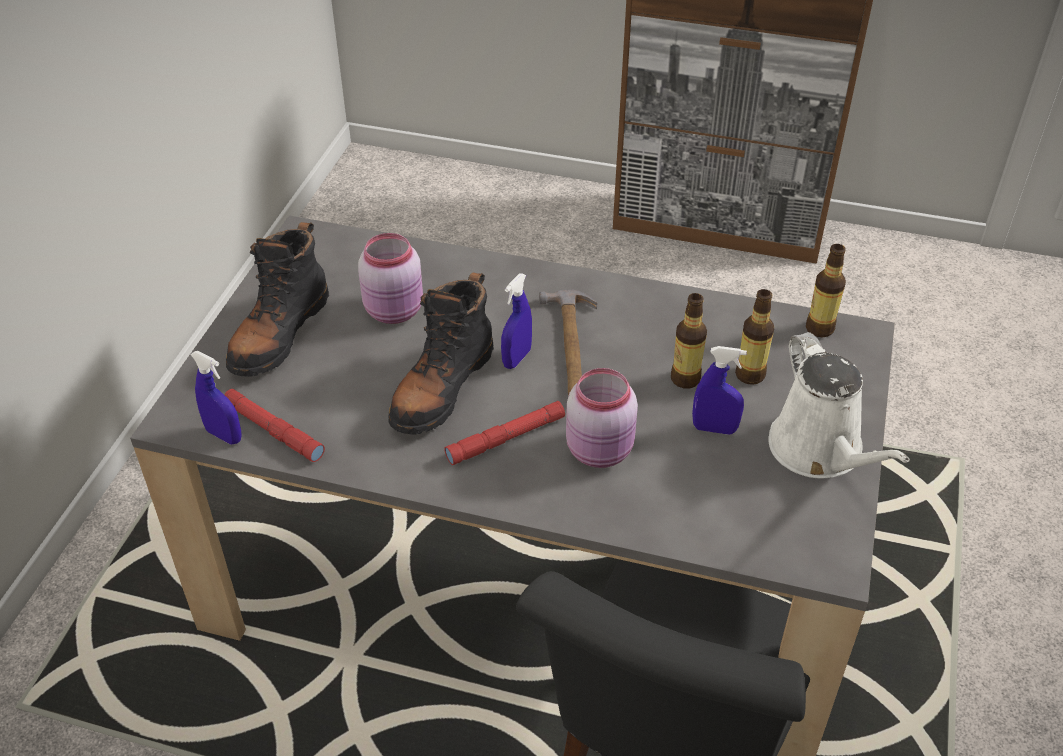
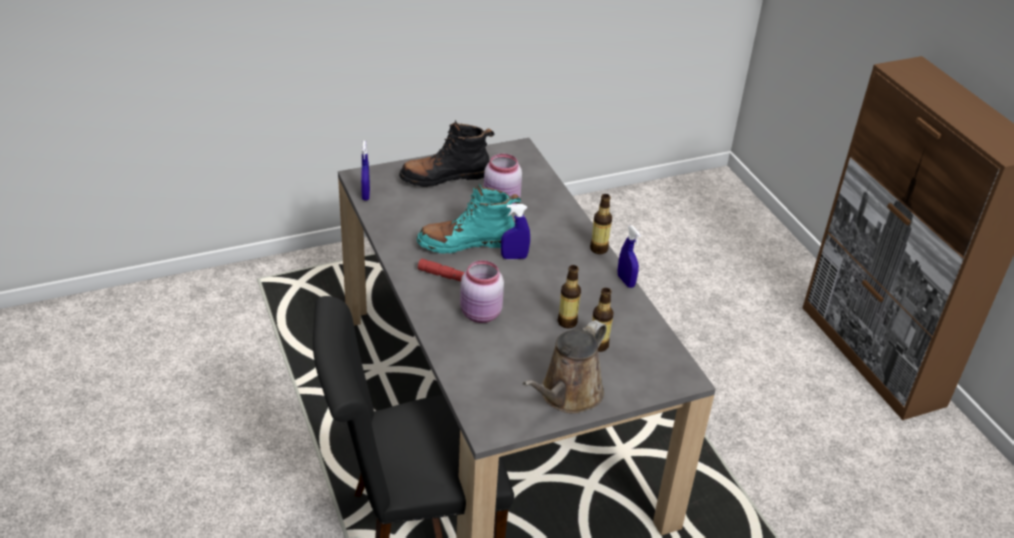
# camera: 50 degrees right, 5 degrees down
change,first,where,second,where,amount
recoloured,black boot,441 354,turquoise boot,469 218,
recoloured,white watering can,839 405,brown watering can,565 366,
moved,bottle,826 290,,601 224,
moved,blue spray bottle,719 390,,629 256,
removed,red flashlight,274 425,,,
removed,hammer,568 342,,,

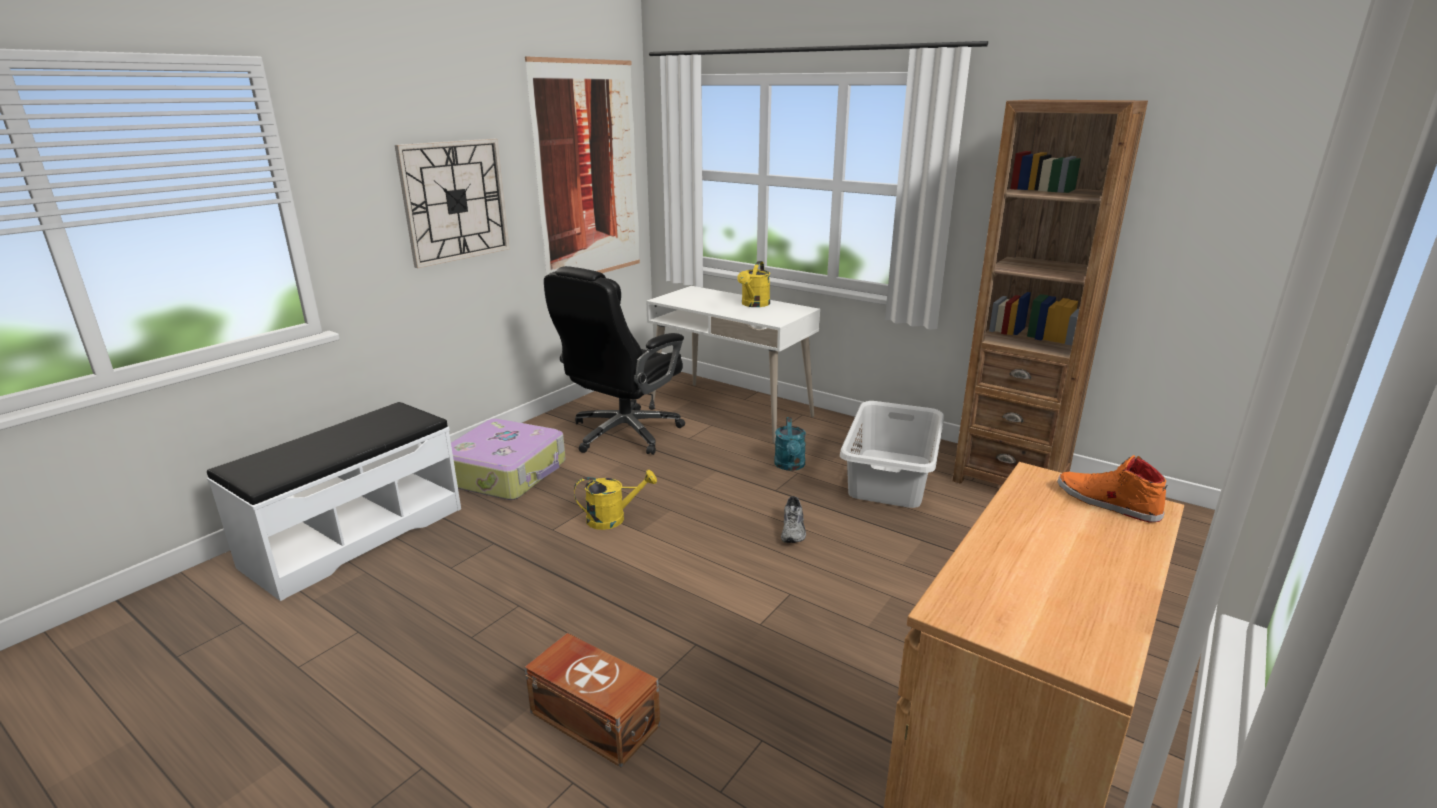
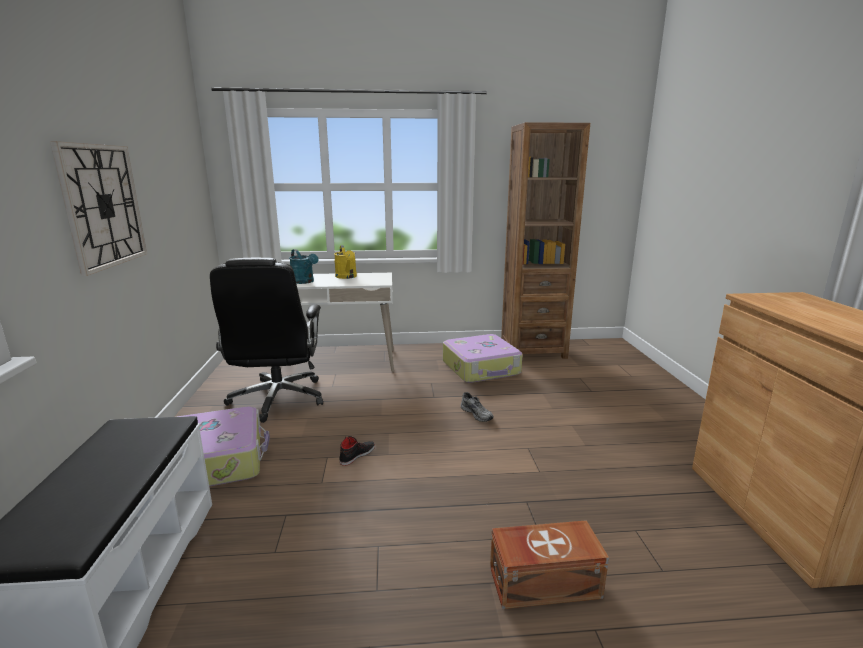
# camera: 40 degrees left, 5 degrees down
change,first,where,second,where,amount
moved,turquoise watering can,790 444,,303 266,
replaced,yellow watering can,615 500,black shoe,357 451,
replaced,grey laundry basket,892 454,suitcase,483 358,
removed,picture,582 166,,,
removed,orange shoe,1112 489,,,

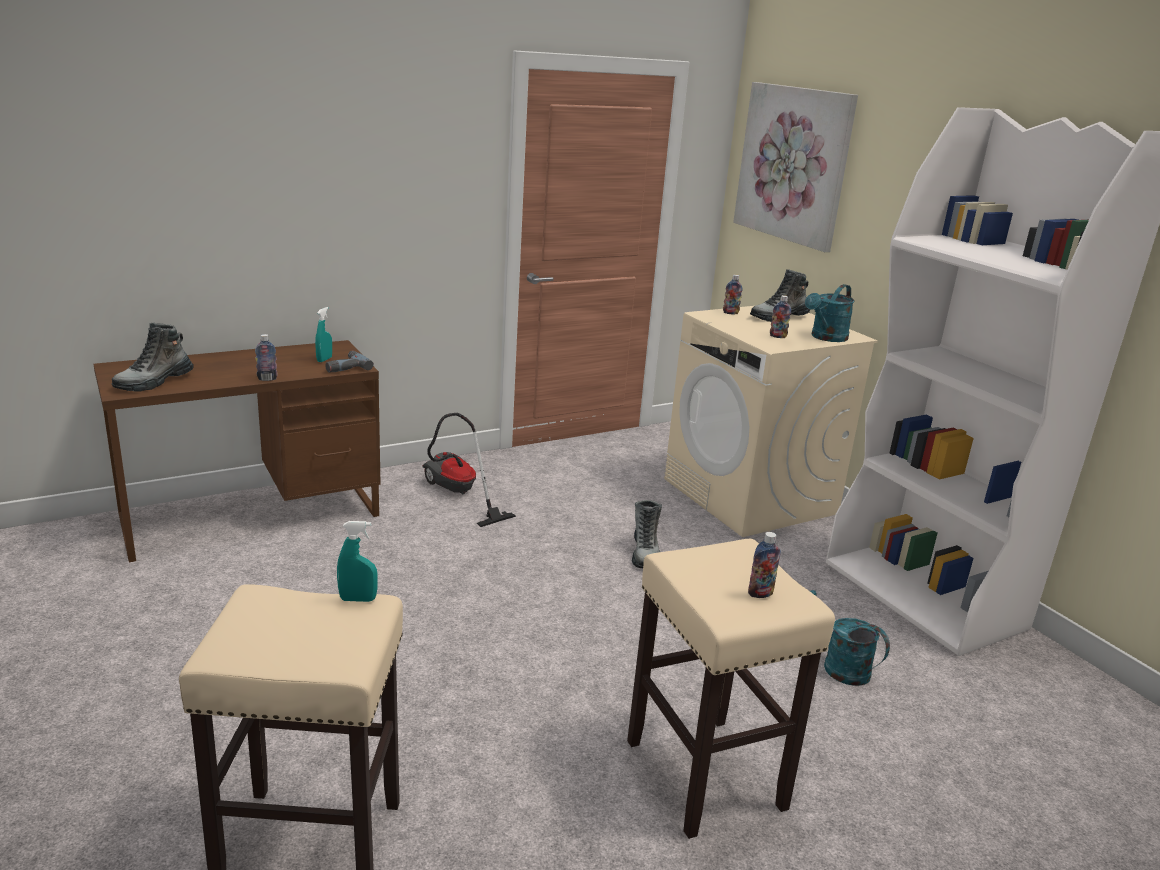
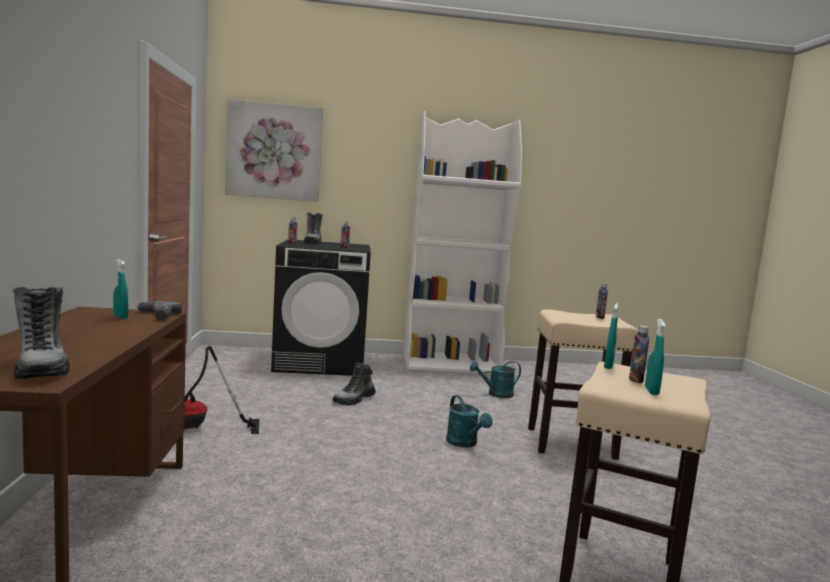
# camera: 65 degrees left, 15 degrees down
change,first,where,second,where,amount
recoloured,beige washing machine,771 421,black washing machine,321 307,
turned,boot,647 534,,354 384,105 degrees clockwise
moved,turquoise watering can,830 313,,469 421,
moved,bottle,266 357,,639 354,
added,,,turquoise spray bottle,655 357,

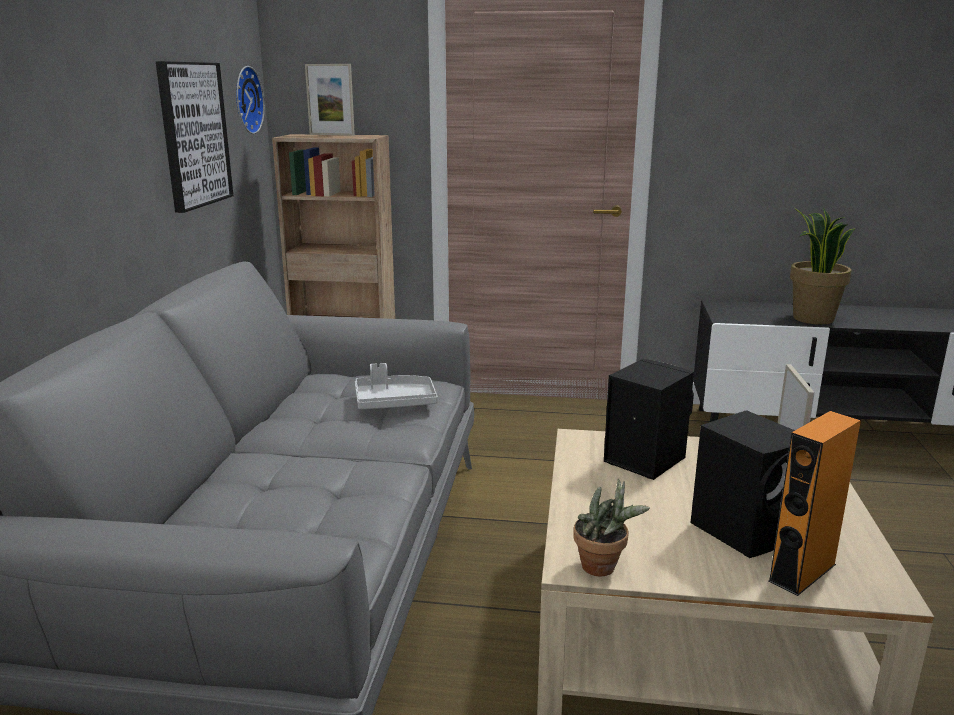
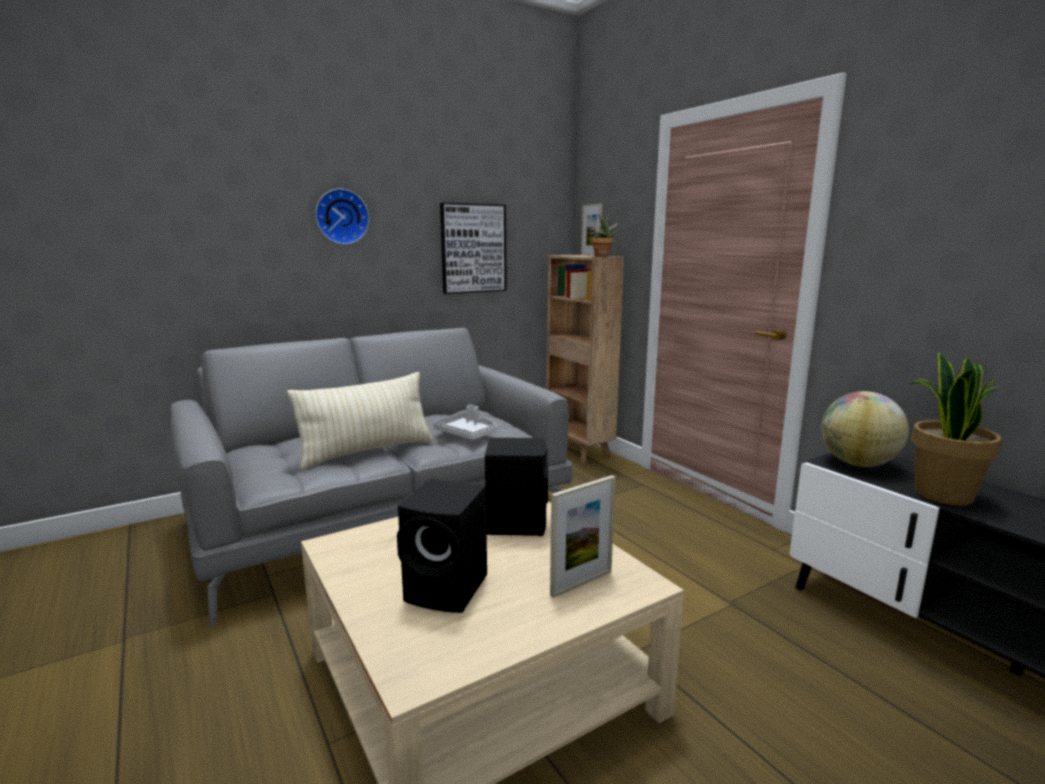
# camera: 50 degrees right, 5 degrees down
change,first,where,second,where,amount
added,,,beige pillow,360 421,
moved,wall clock,250 100,,342 216,
moved,potted plant,611 528,,604 235,
added,,,globe,865 429,
removed,orange speaker,814 503,,,

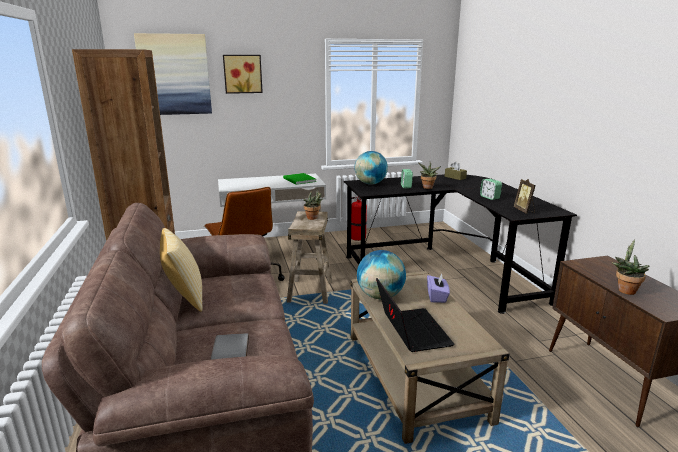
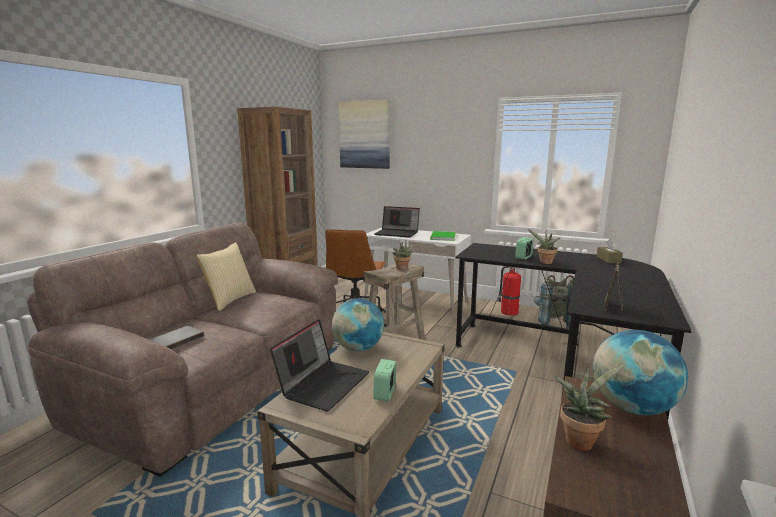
# camera: 40 degrees right, 5 degrees down
change,first,where,second,where,amount
moved,alarm clock,491 189,,384 380,
added,,,laptop,397 222,
added,,,grey backpack,554 302,
moved,globe,371 168,,640 372,
removed,picture,243 74,,,
removed,purple tissue box,438 288,,,

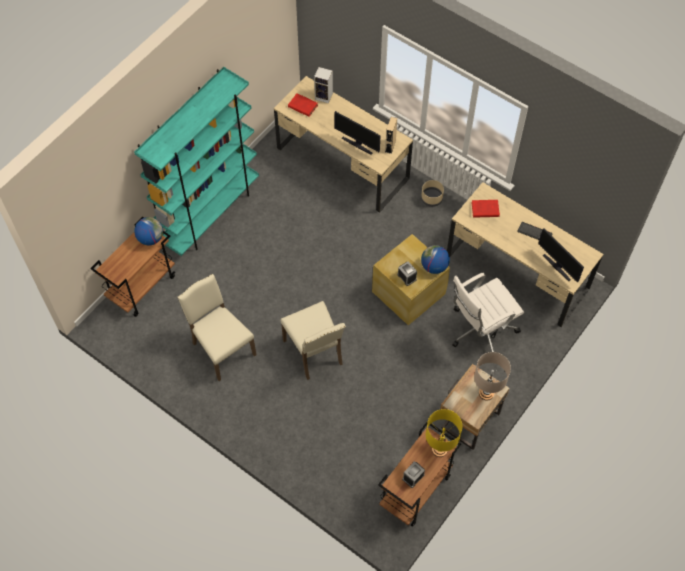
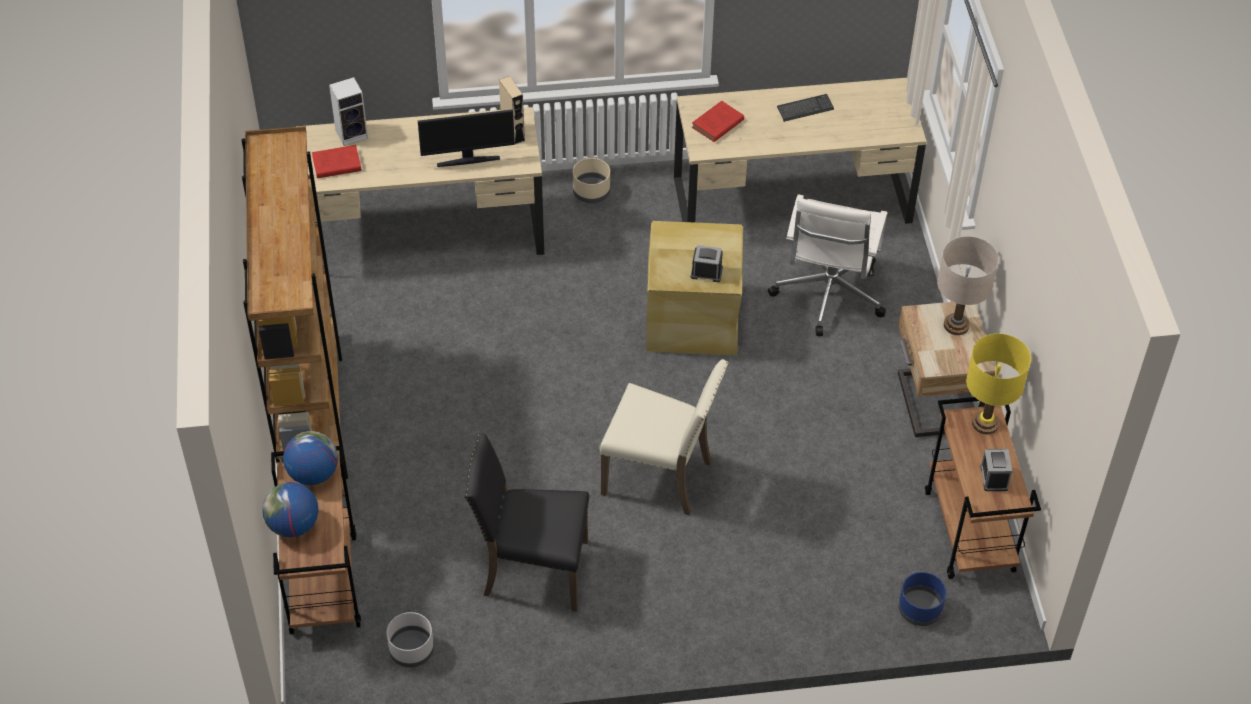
# camera: 45 degrees left, 10 degrees down
change,first,where,second,where,amount
recoloured,turquoise bookcase,196 161,brown bookcase,294 310,
moved,globe,435 259,,290 510,
added,,,grey planter,410 639,
recoloured,beige chair,217 327,black chair,527 522,
added,,,blue planter,922 599,
removed,monitor,561 255,,,

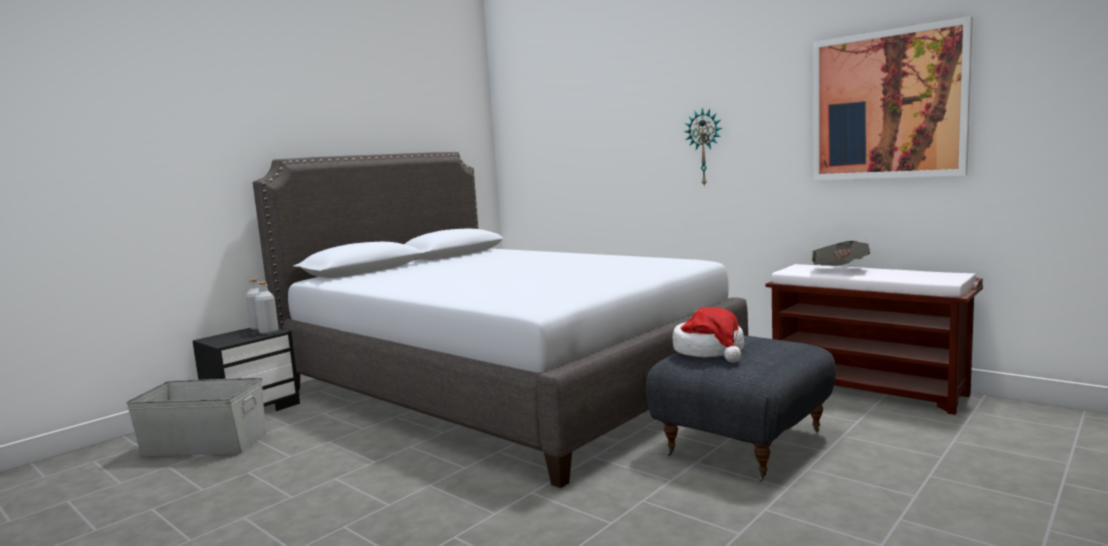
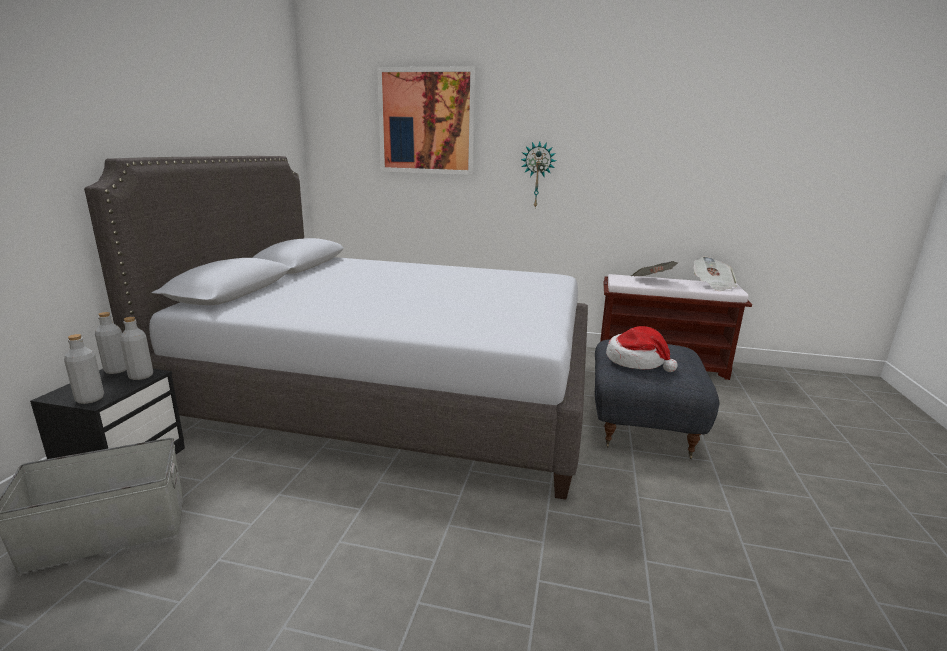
# camera: 30 degrees left, 10 degrees up
change,first,where,second,where,amount
added,,,grey bottle,84 369,
moved,picture,893 98,,426 120,
added,,,newspaper,715 273,

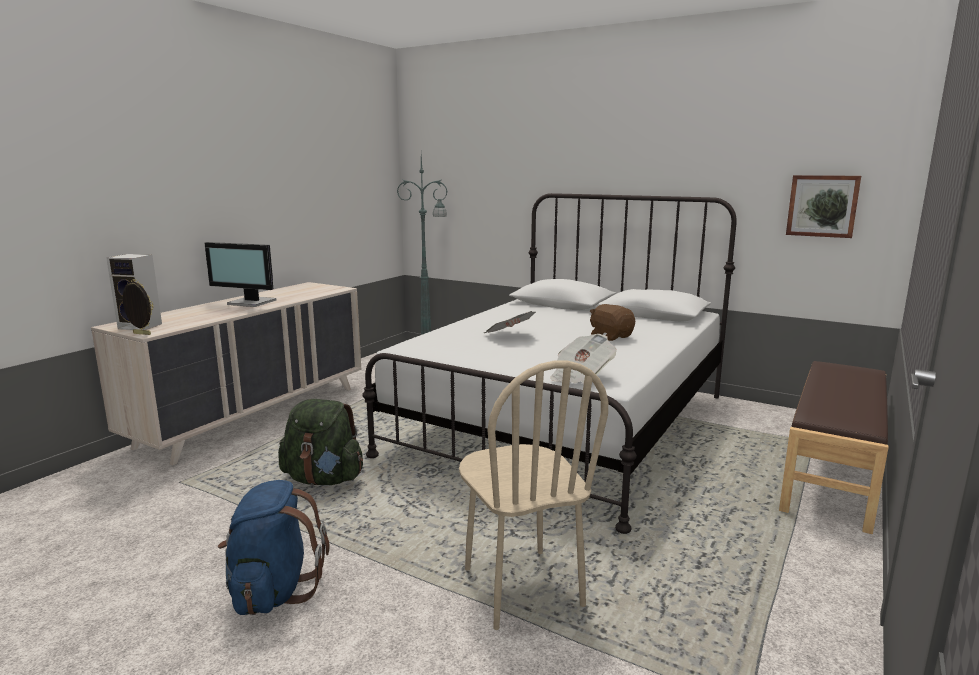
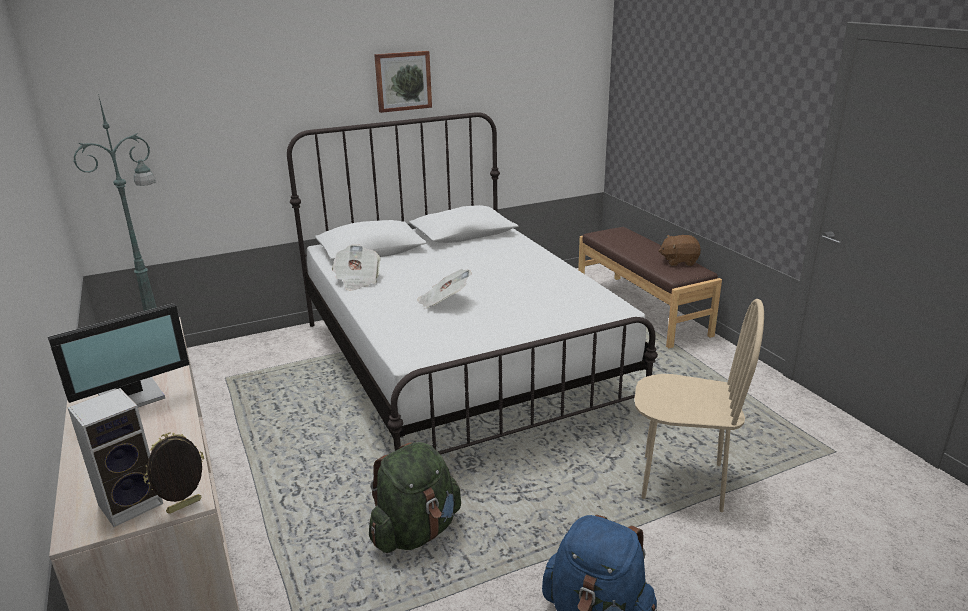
# camera: 55 degrees left, 10 degrees up
change,first,where,second,where,amount
moved,newspaper,583 358,,356 267,
moved,picture,823 206,,403 82,
moved,brown plush toy,612 322,,679 250,

